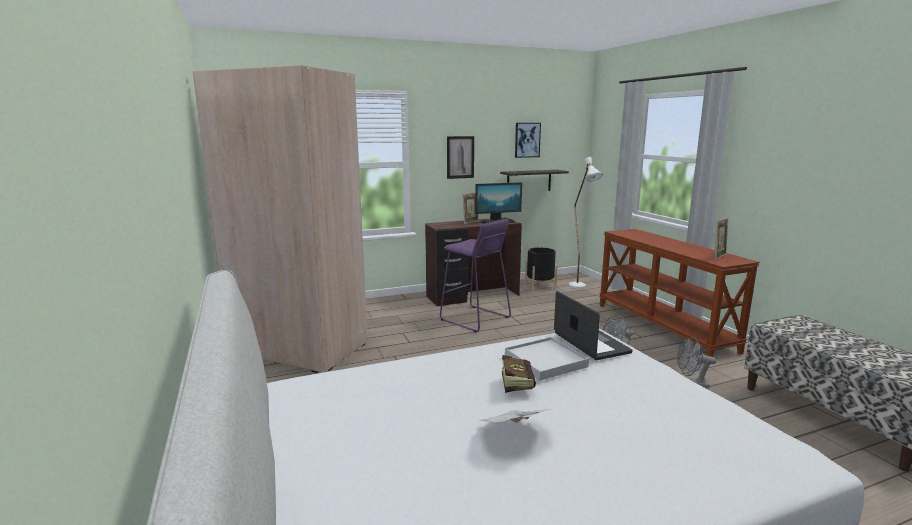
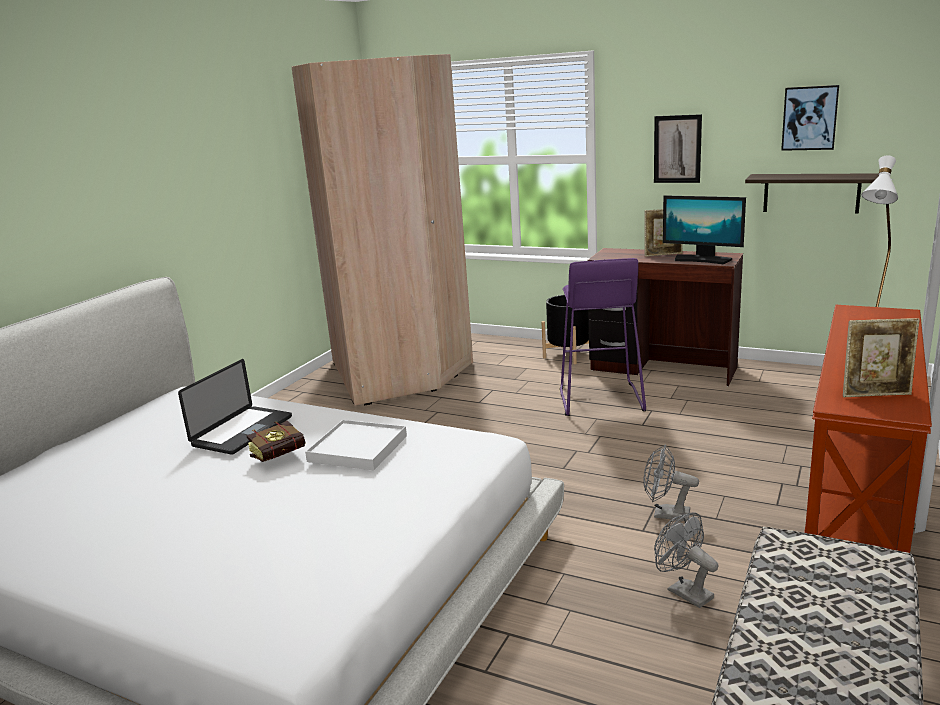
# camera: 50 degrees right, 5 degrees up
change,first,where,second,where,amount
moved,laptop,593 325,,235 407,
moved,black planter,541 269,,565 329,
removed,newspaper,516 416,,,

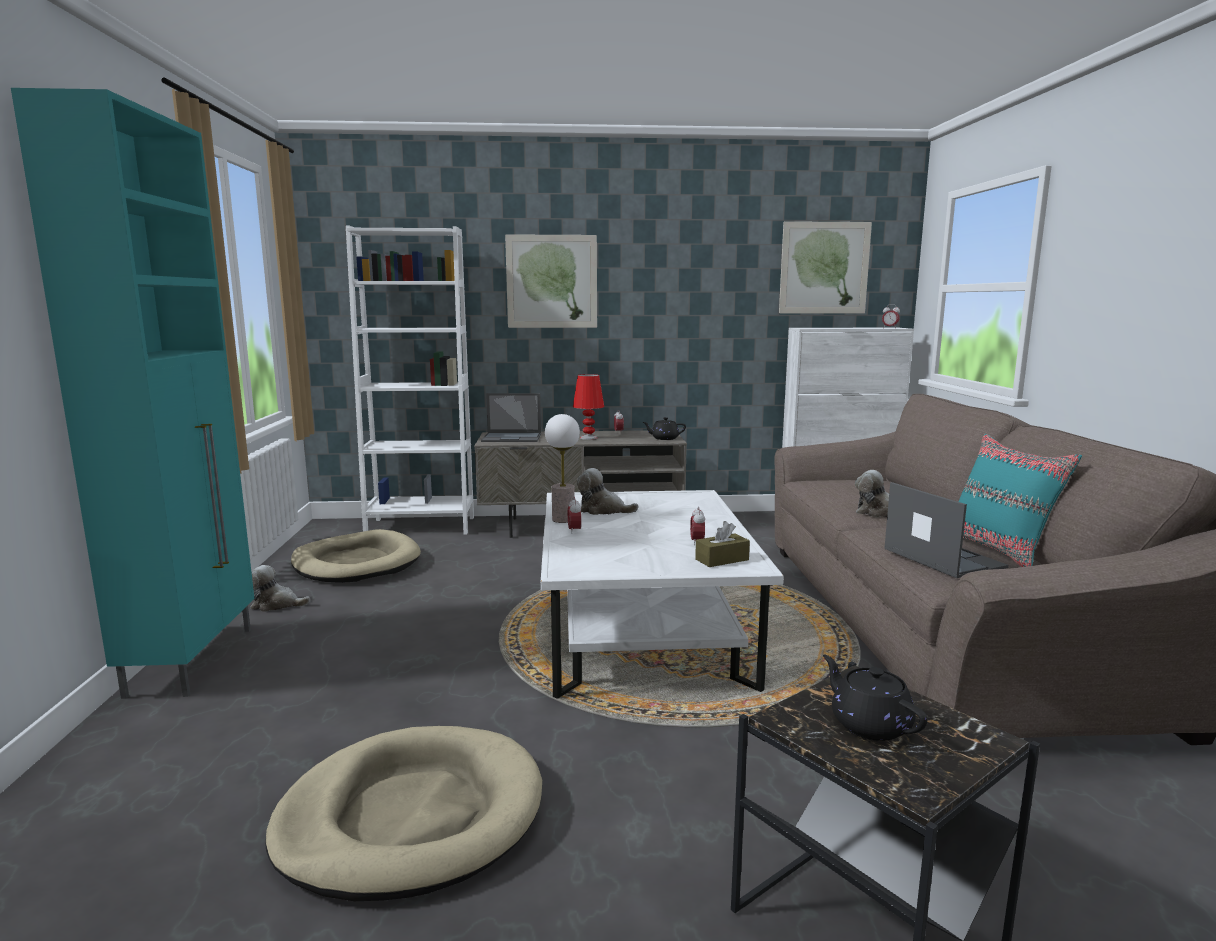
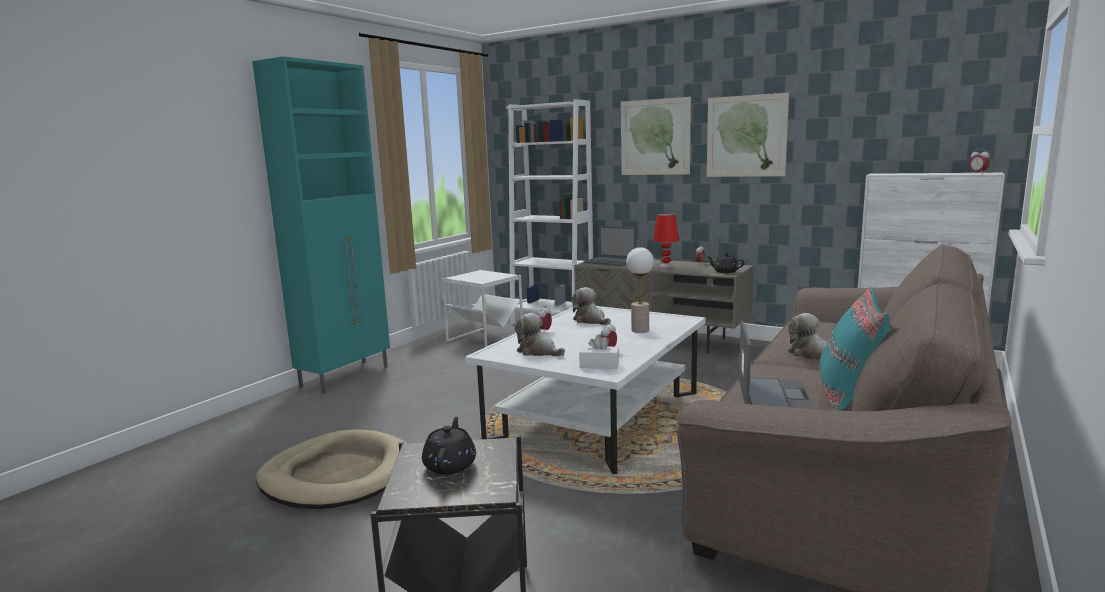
# camera: 35 degrees right, 0 degrees up
change,first,where,second,where,amount
replaced,beige dog bed,356 556,white side table,482 308,
moved,plush toy,280 588,,540 334,
recoloured,brown tissue box,722 544,white tissue box,599 351,
moved,table lamp,562 468,,640 290,
moved,picture,825 267,,748 134,

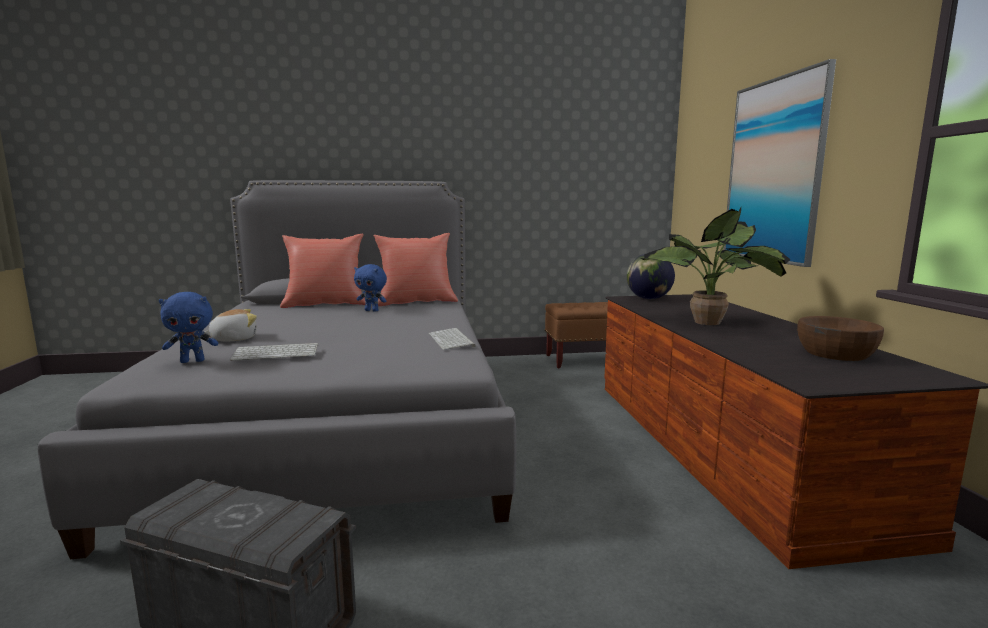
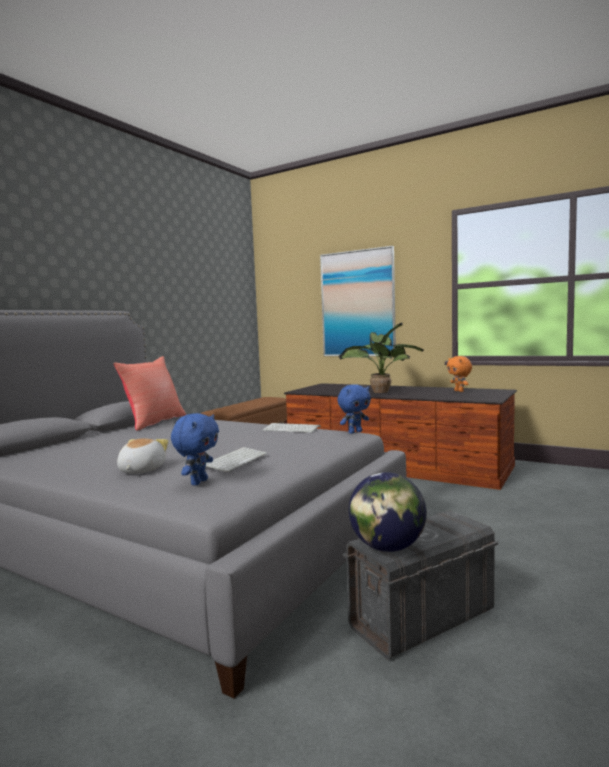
# camera: 50 degrees left, 5 degrees down
change,first,where,second,where,amount
moved,blue plush toy,370 288,,354 409,
moved,globe,651 276,,388 512,
replaced,brown bowl,840 338,orange plush toy,459 374,
removed,red pillow,322 271,,,

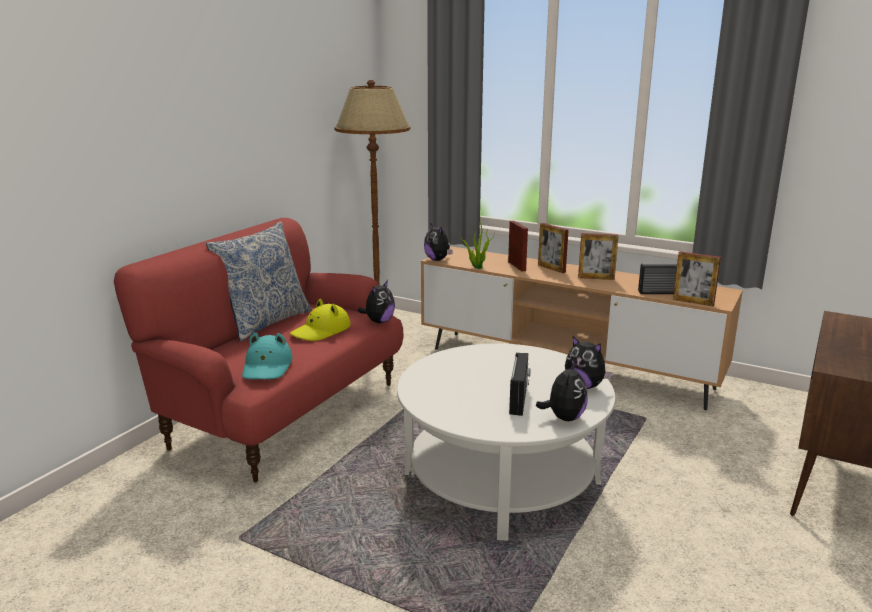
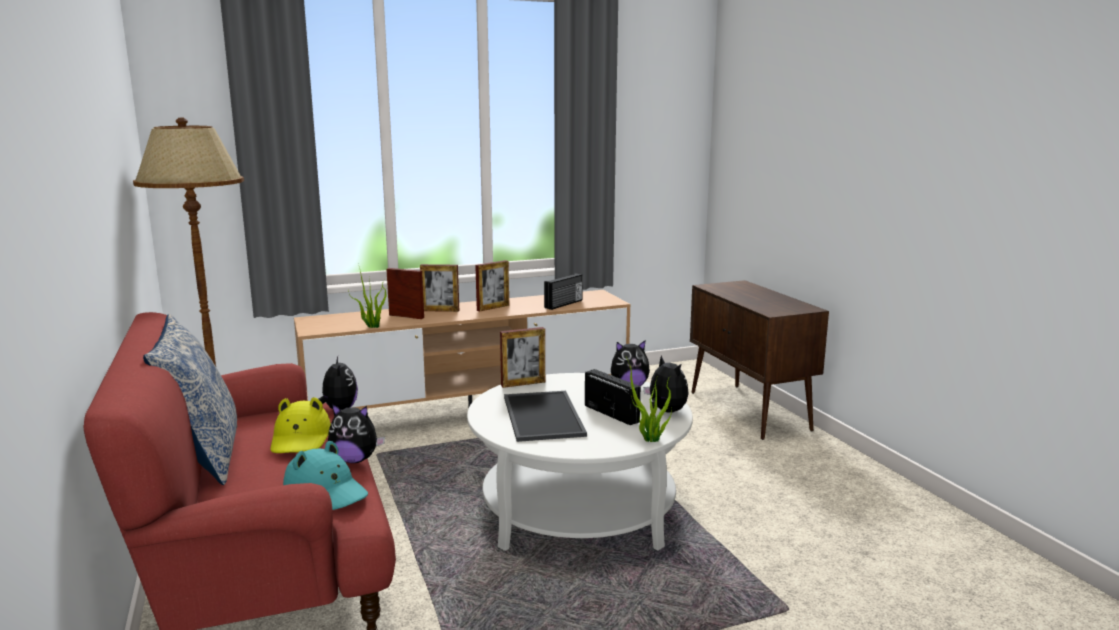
# camera: 50 degrees left, 5 degrees down
change,first,where,second,where,amount
moved,plush toy,438 242,,356 433,
moved,picture frame,697 278,,522 357,
added,,,tray,545 416,
added,,,potted plant,649 399,

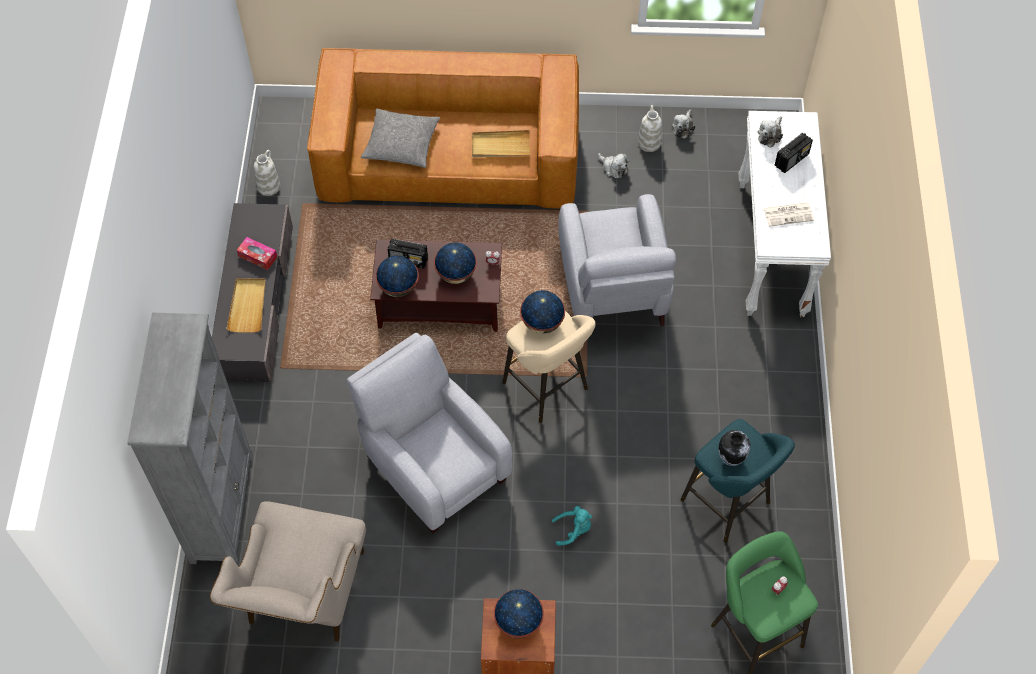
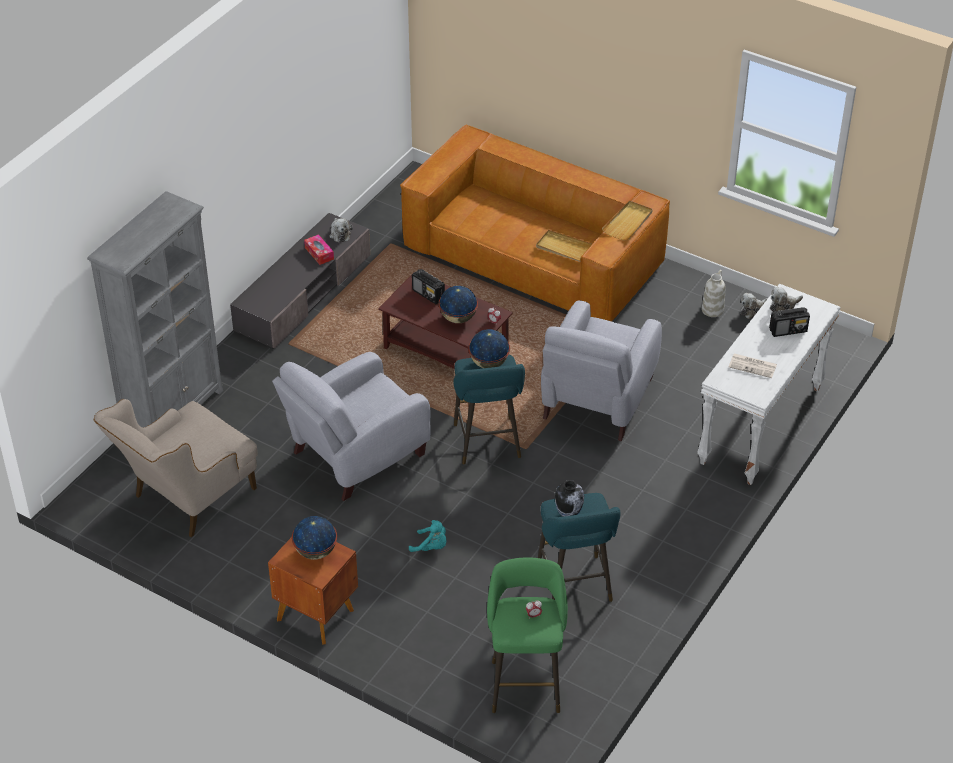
# camera: 30 degrees right, 15 degrees down
change,first,where,second,where,amount
turned,grey armchair,429 433,,351 426,120 degrees counterclockwise
moved,plush toy,613 165,,341 230,
recoloured,beige stool,549 367,turquoise stool,489 409,
moved,beige tray,246 305,,627 220,
removed,white vase,267 173,,,
removed,grey pillow,400 138,,,
removed,globe,397 276,,,

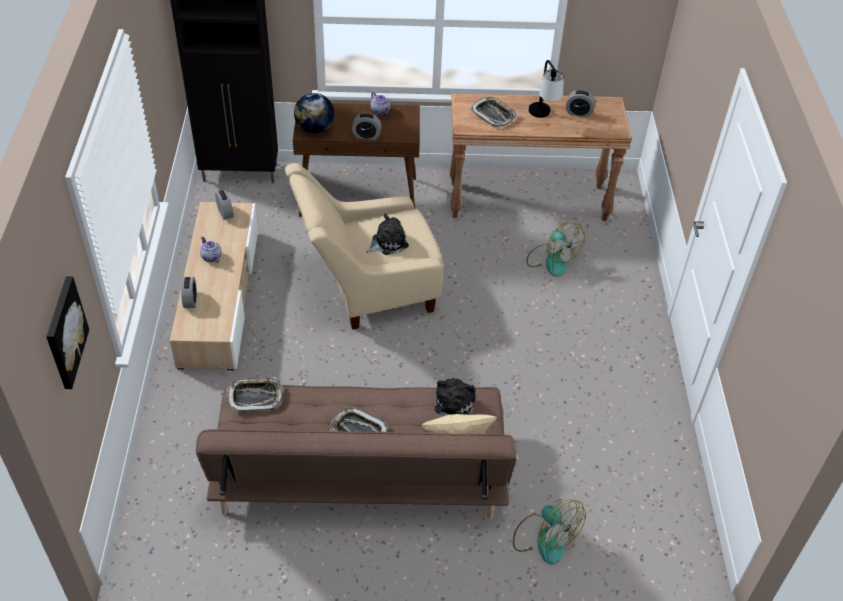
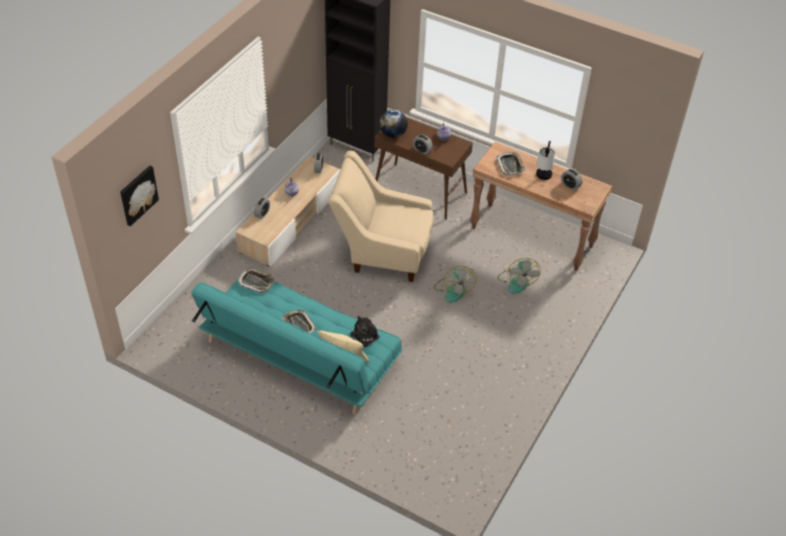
# camera: 30 degrees right, 0 degrees up
change,first,where,second,where,amount
recoloured,brown sofa,356 451,turquoise sofa,296 346,
moved,fan,549 532,,455 284,
removed,plush toy,388 234,,,

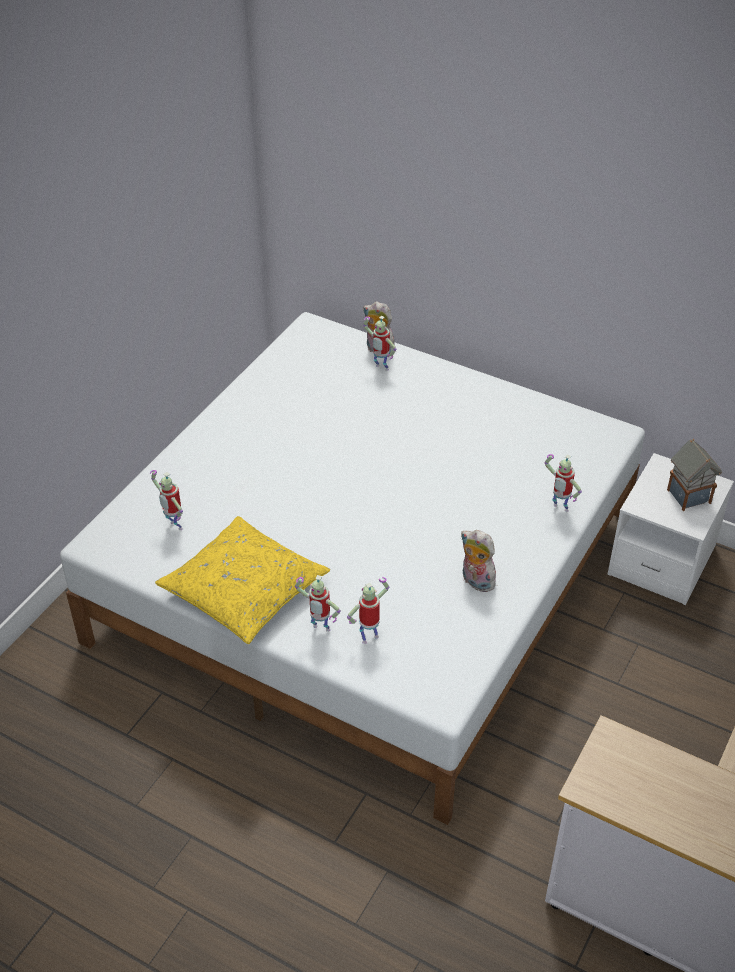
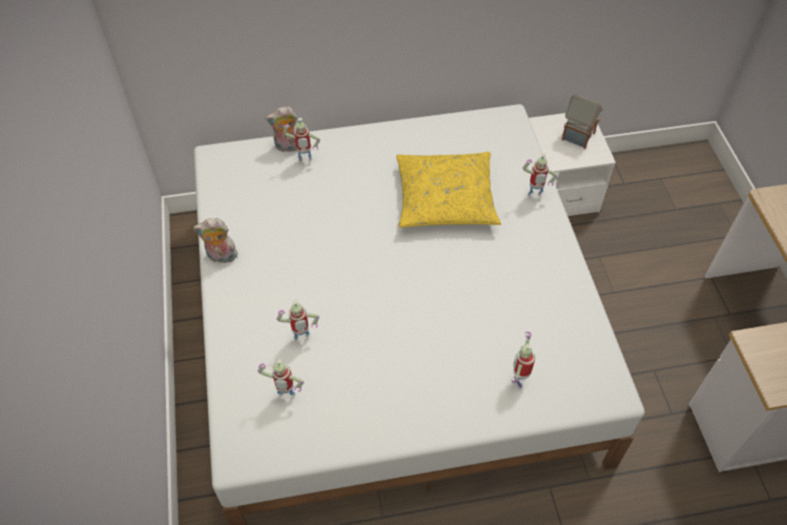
# camera: 40 degrees left, 10 degrees up
change,first,where,second,where,amount
moved,plush toy,478 561,,216 240,
moved,toy robot,318 603,,298 320,
moved,yellow pillow,242 580,,448 189,

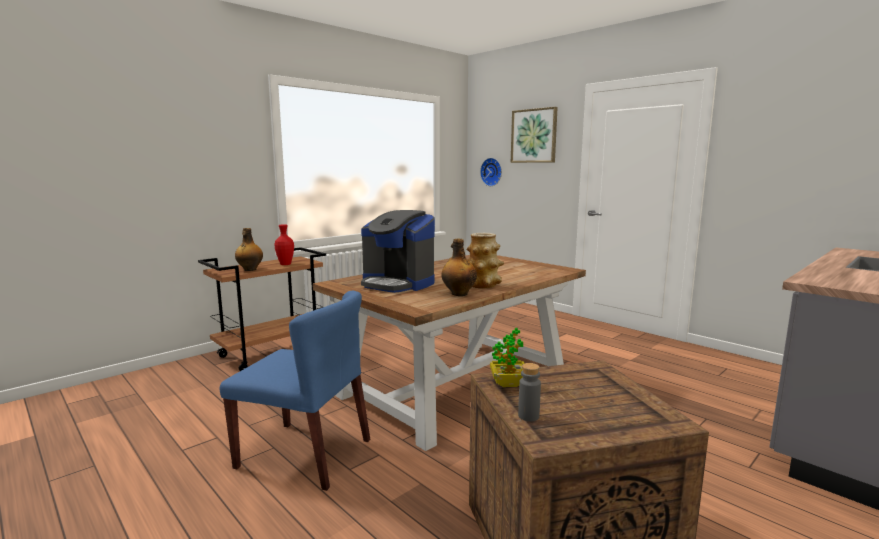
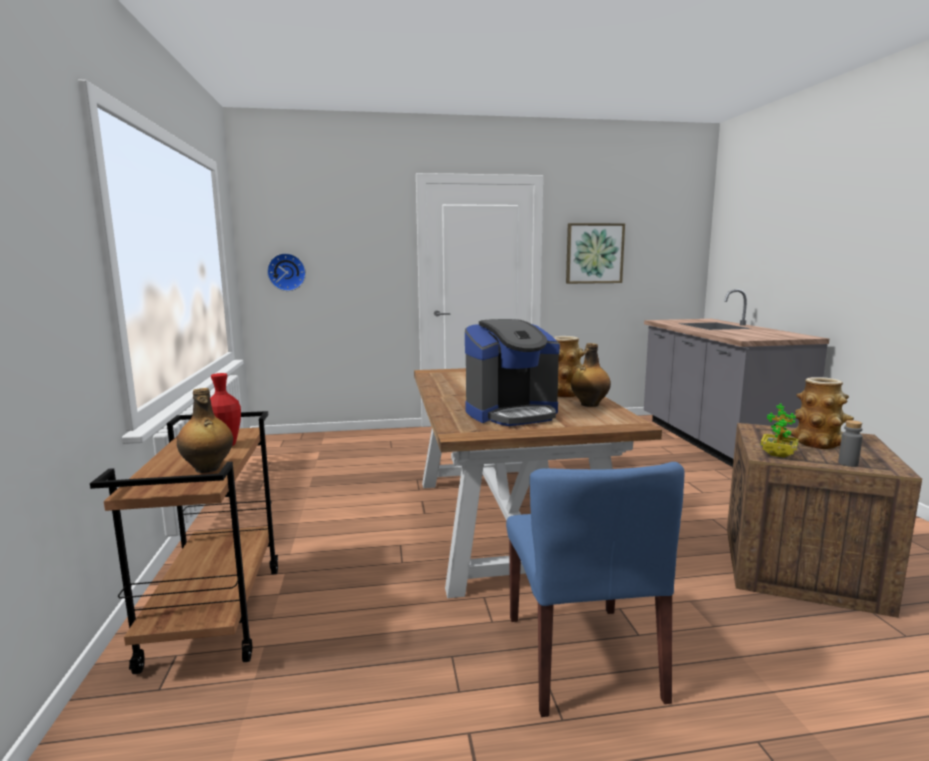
# camera: 55 degrees left, 0 degrees up
change,first,where,second,where,amount
turned,blue chair,295 390,,595 589,120 degrees clockwise
moved,picture,534 135,,595 253,
added,,,vase,822 413,

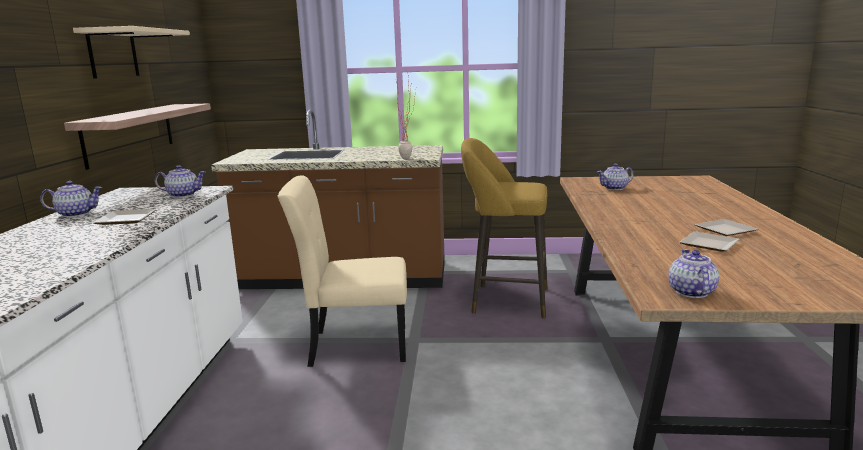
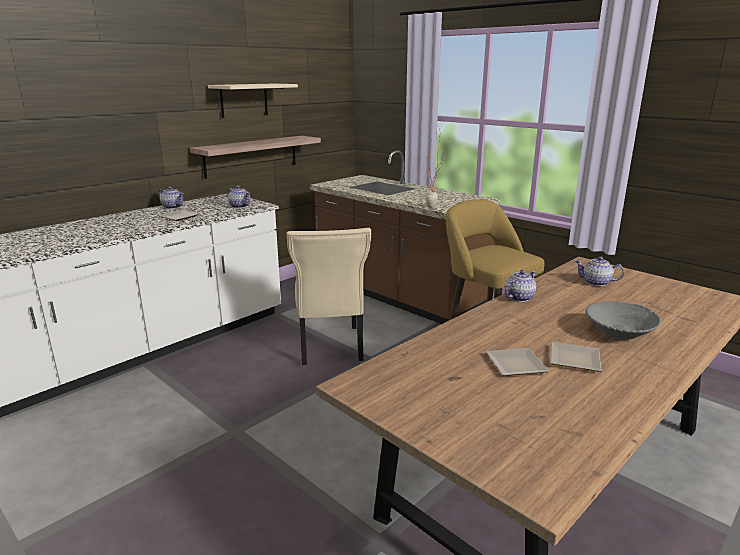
# camera: 40 degrees right, 5 degrees up
change,first,where,second,where,amount
turned,beige chair,342 271,,328 296,135 degrees counterclockwise
moved,teapot,694 273,,520 286,
added,,,grey bowl,623 320,

